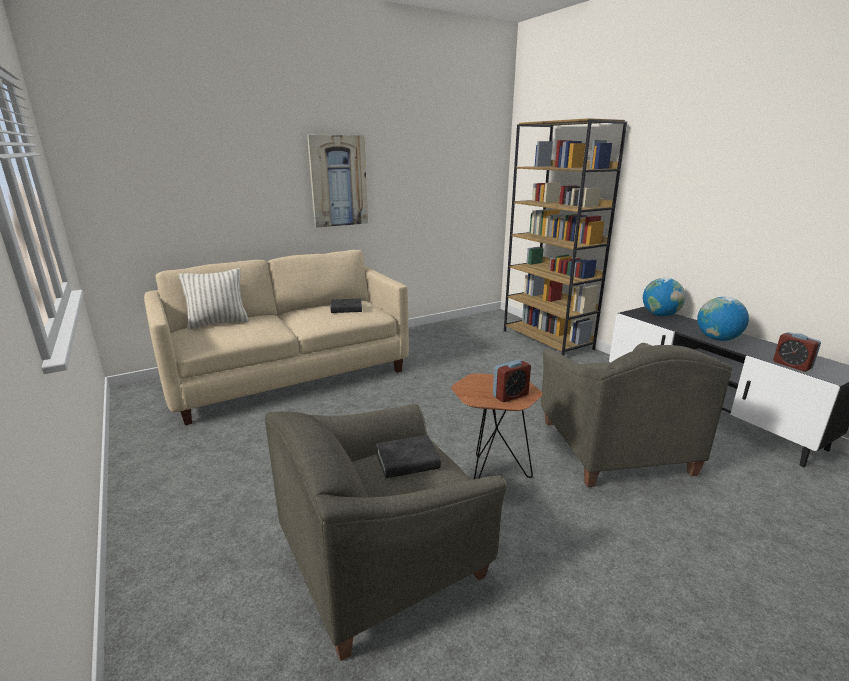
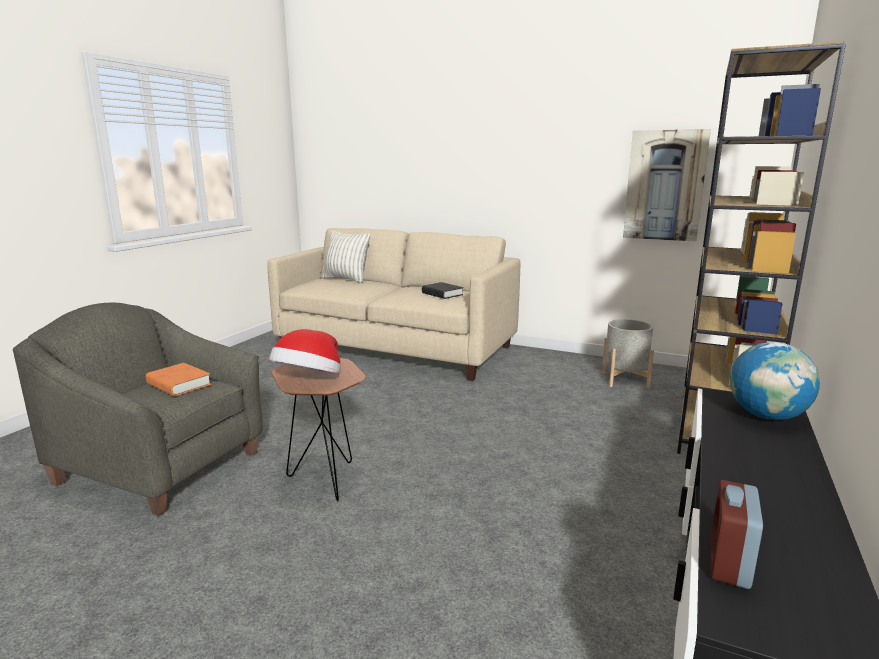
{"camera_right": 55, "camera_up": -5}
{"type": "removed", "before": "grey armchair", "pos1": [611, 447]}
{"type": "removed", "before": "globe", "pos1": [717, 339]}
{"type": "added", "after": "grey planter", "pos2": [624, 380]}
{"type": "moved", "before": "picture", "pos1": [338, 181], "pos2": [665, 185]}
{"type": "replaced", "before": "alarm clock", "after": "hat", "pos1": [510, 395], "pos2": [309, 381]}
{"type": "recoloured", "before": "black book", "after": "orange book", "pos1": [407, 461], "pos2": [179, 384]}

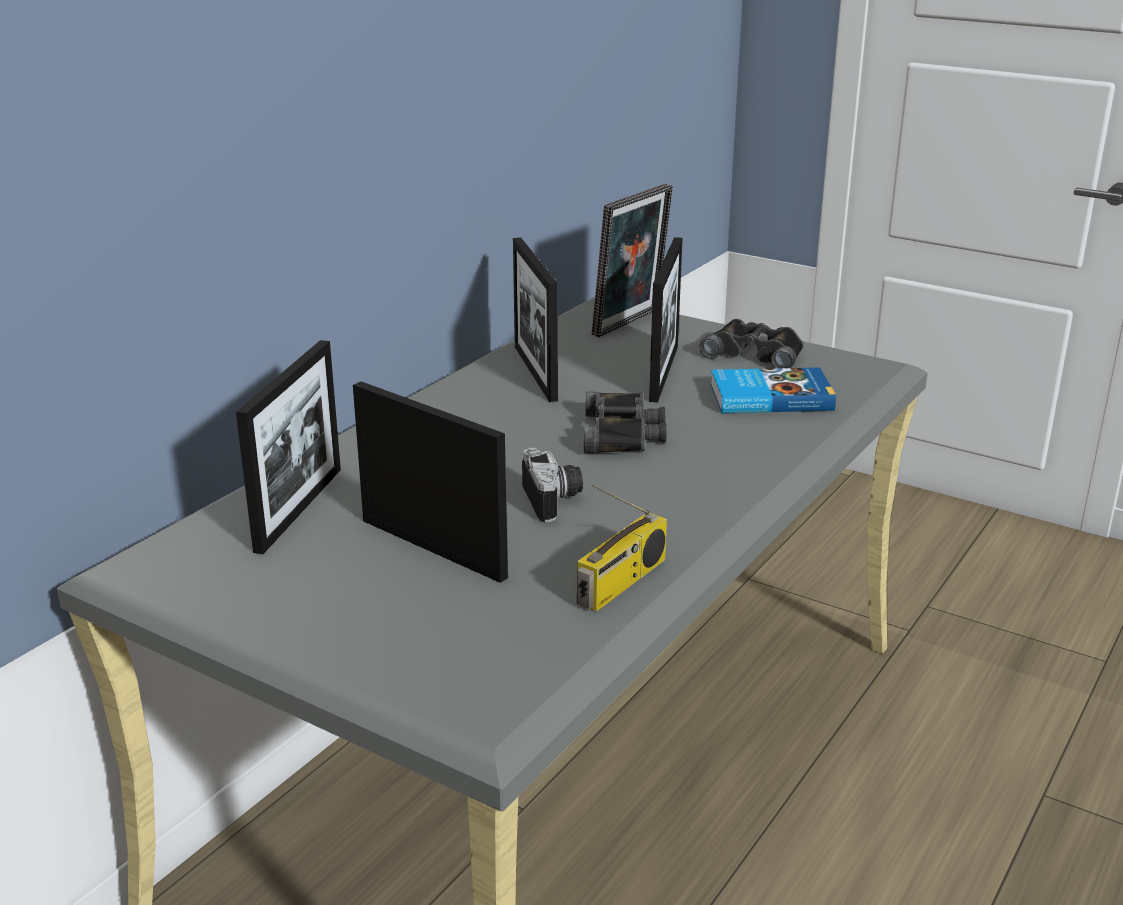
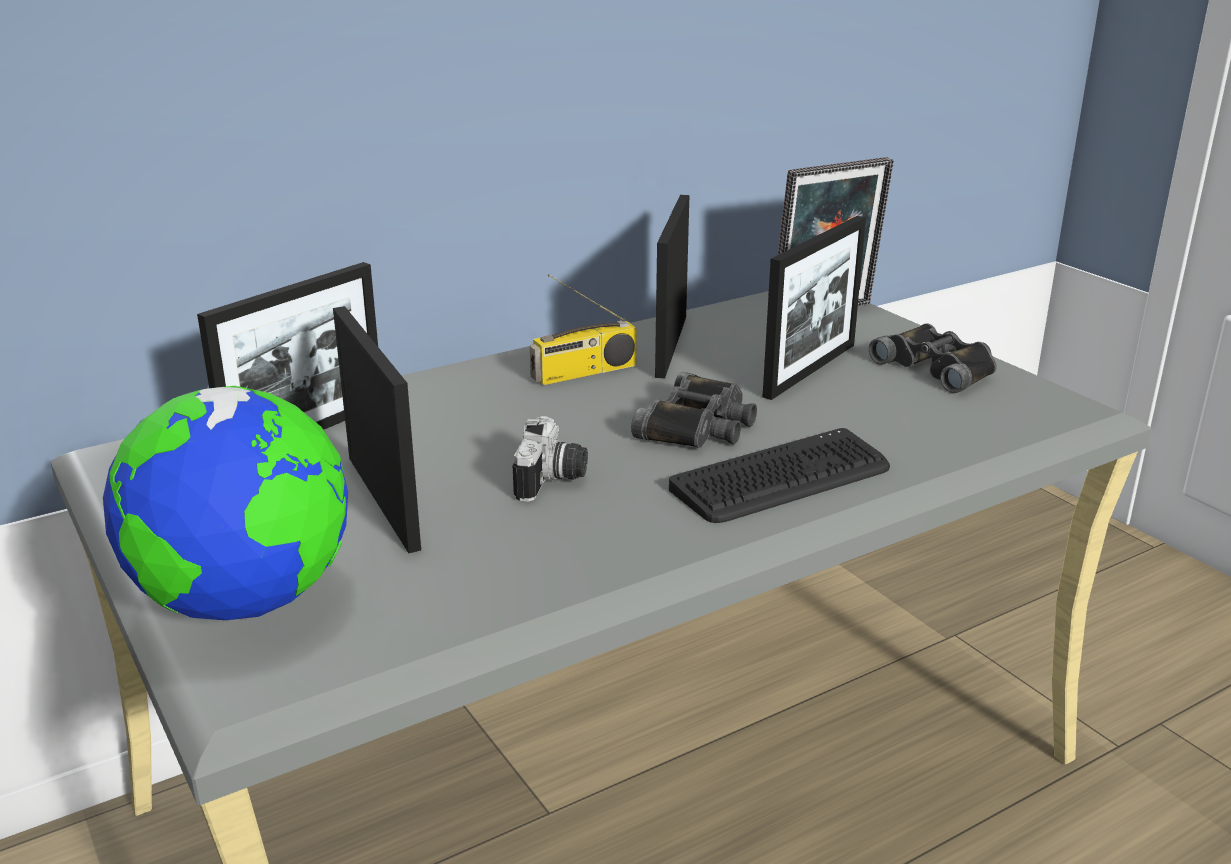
{"camera_right": 25, "camera_up": 0}
{"type": "removed", "before": "book", "pos1": [769, 397]}
{"type": "added", "after": "globe", "pos2": [246, 602]}
{"type": "added", "after": "keyboard", "pos2": [782, 479]}
{"type": "moved", "before": "radio", "pos1": [622, 583], "pos2": [584, 373]}

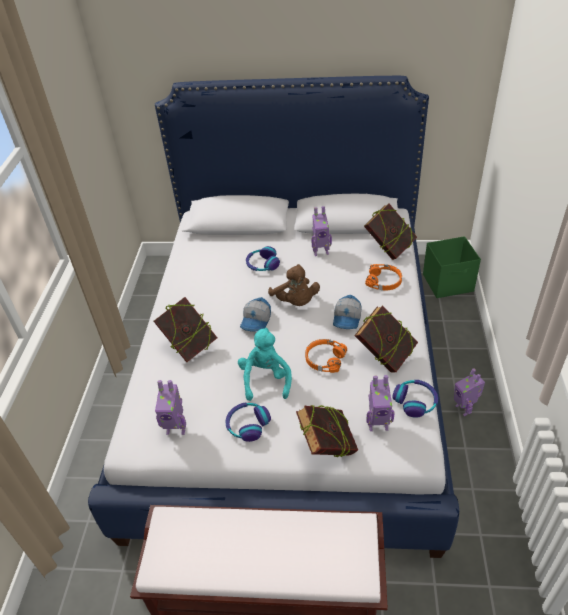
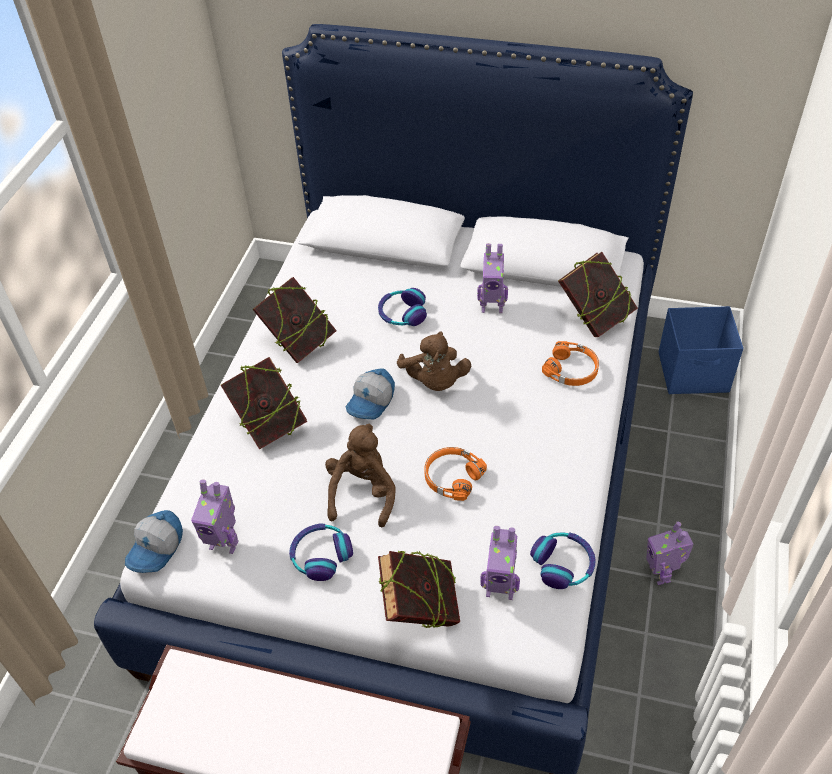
{"camera_right": 10, "camera_up": 5}
{"type": "moved", "before": "cap", "pos1": [347, 318], "pos2": [157, 548]}
{"type": "moved", "before": "book", "pos1": [385, 357], "pos2": [299, 344]}
{"type": "recoloured", "before": "turquoise plush toy", "after": "brown plush toy", "pos1": [266, 379], "pos2": [362, 493]}
{"type": "recoloured", "before": "green storage box", "after": "blue storage box", "pos1": [448, 283], "pos2": [694, 373]}

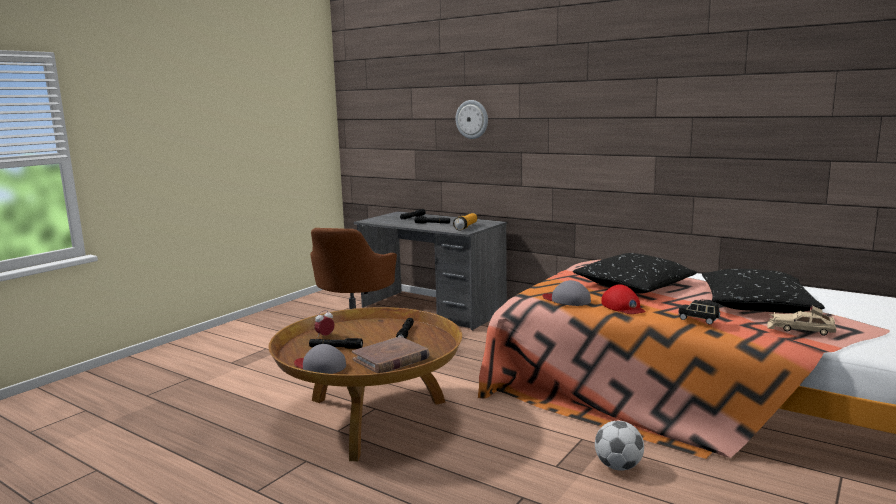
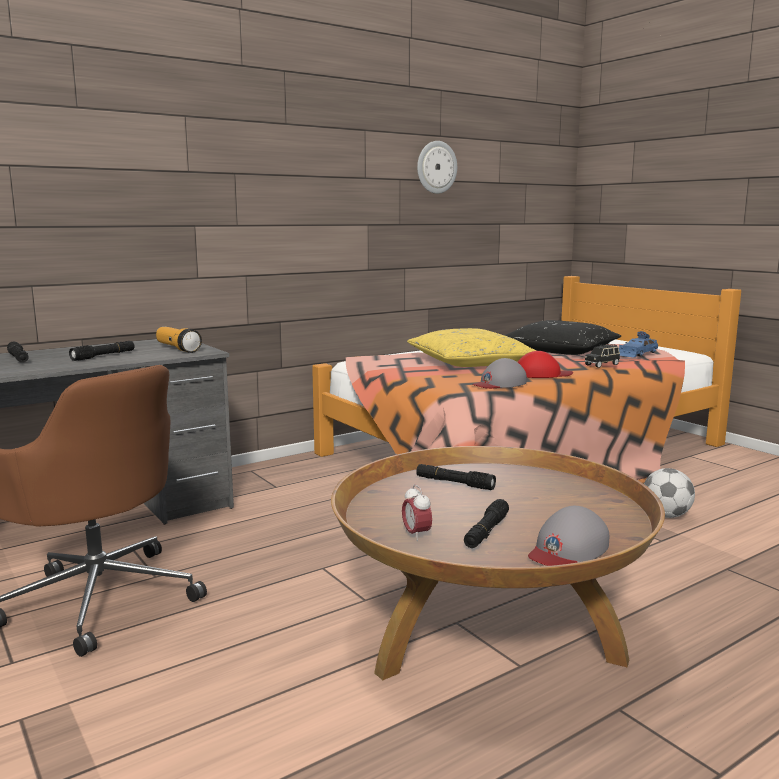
{"camera_right": -70, "camera_up": 0}
{"type": "removed", "before": "brown book", "pos1": [391, 359]}
{"type": "moved", "before": "wall clock", "pos1": [472, 119], "pos2": [436, 167]}
{"type": "recoloured", "before": "black pillow", "after": "yellow pillow", "pos1": [634, 285], "pos2": [469, 362]}
{"type": "recoloured", "before": "beige toy car", "after": "blue toy car", "pos1": [800, 329], "pos2": [637, 353]}

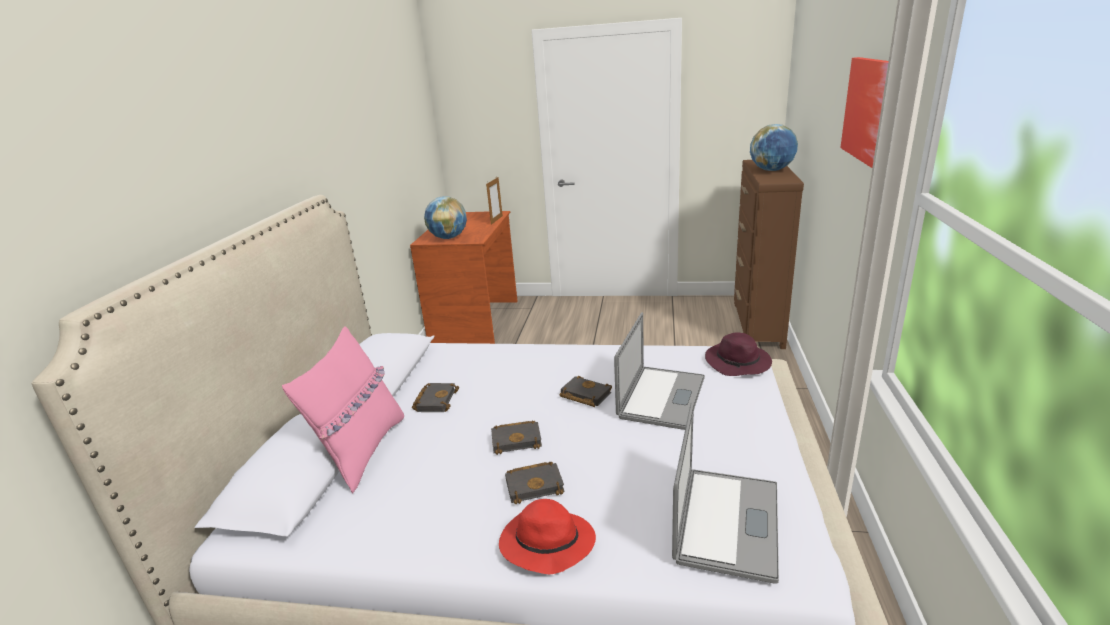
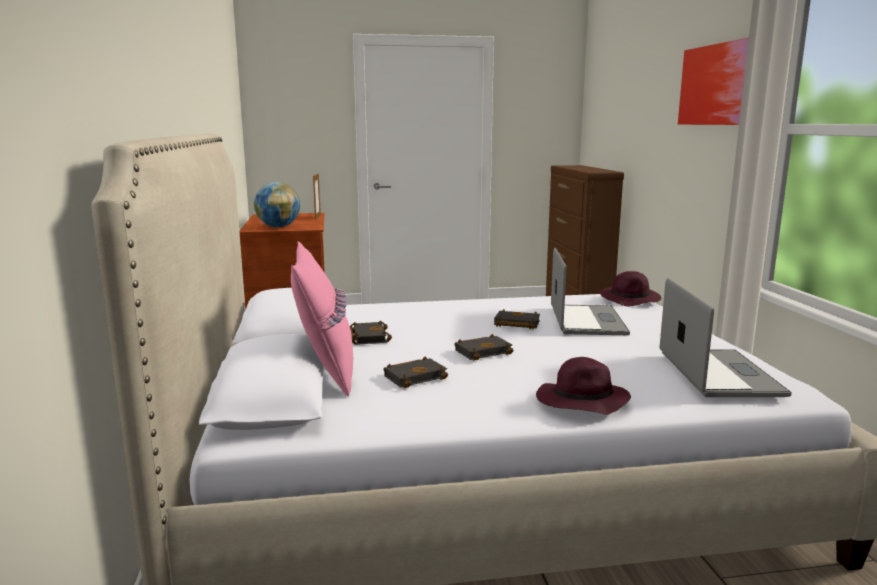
{"camera_right": -20, "camera_up": -10}
{"type": "removed", "before": "globe", "pos1": [772, 170]}
{"type": "moved", "before": "black book", "pos1": [535, 485], "pos2": [415, 376]}
{"type": "recoloured", "before": "red hat", "after": "purple hat", "pos1": [545, 544], "pos2": [581, 402]}

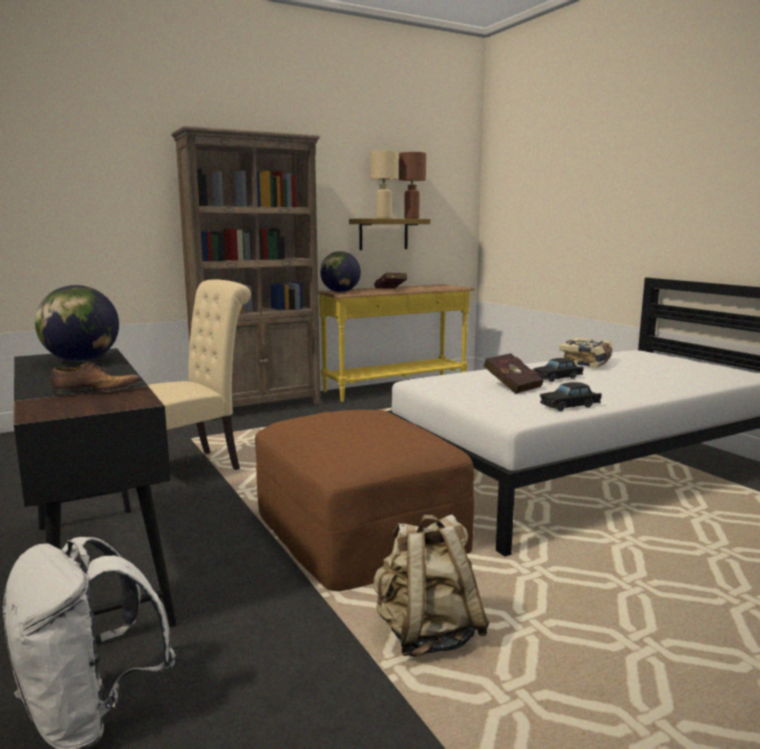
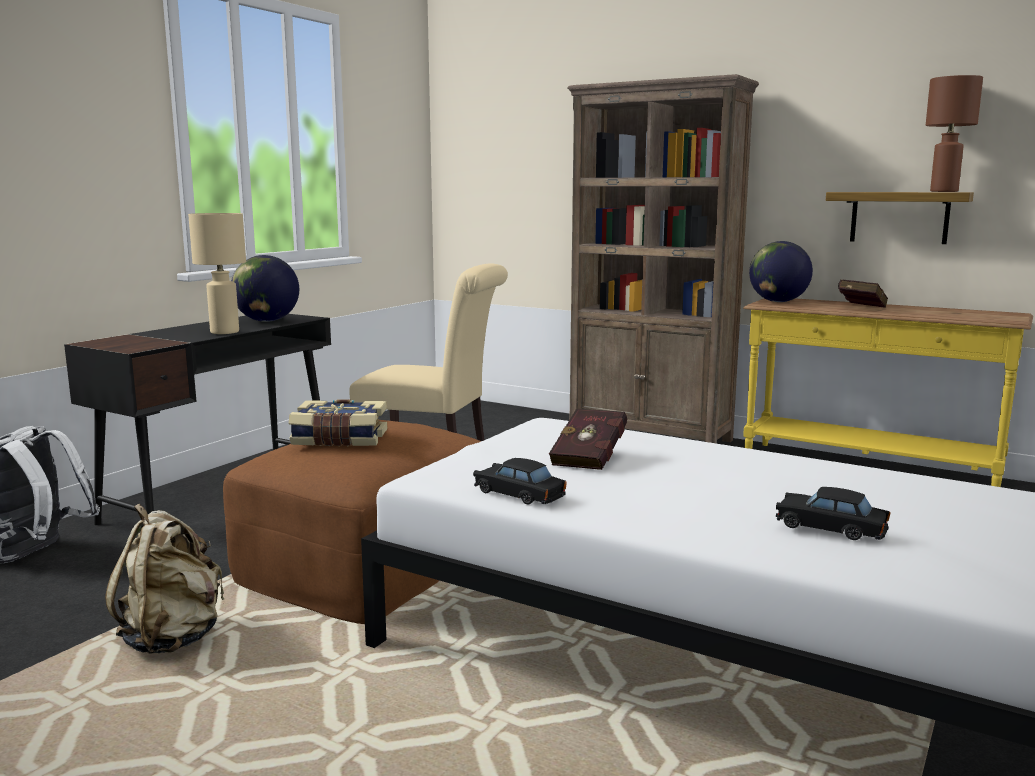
{"camera_right": 60, "camera_up": 0}
{"type": "removed", "before": "shoe", "pos1": [96, 391]}
{"type": "moved", "before": "beige table lamp", "pos1": [384, 218], "pos2": [225, 332]}
{"type": "moved", "before": "black toy car", "pos1": [558, 378], "pos2": [830, 528]}
{"type": "moved", "before": "book", "pos1": [586, 363], "pos2": [339, 440]}

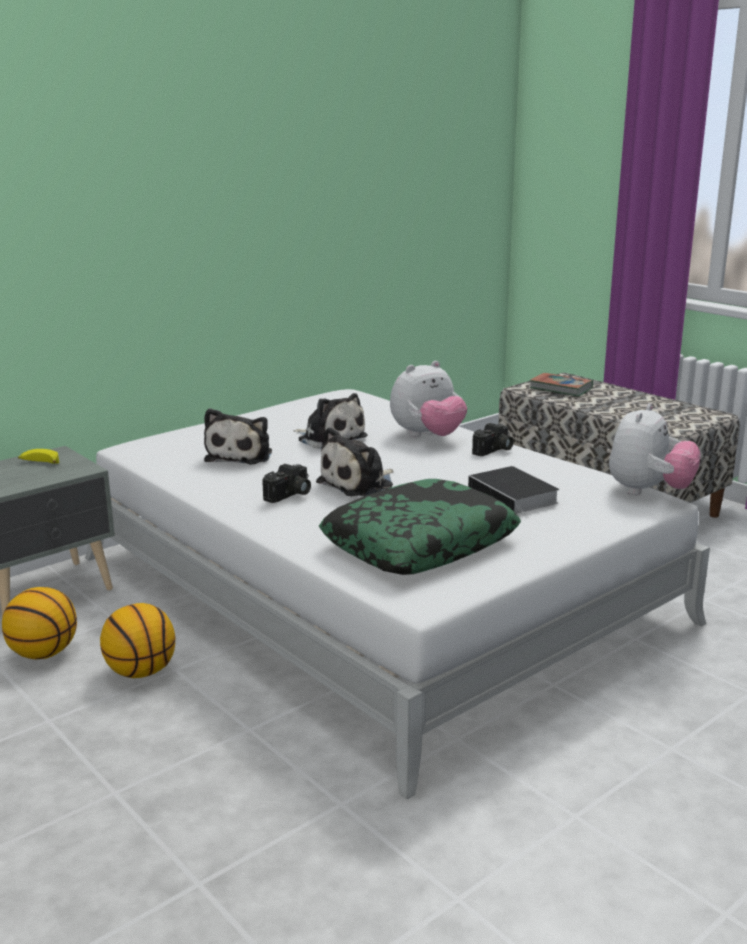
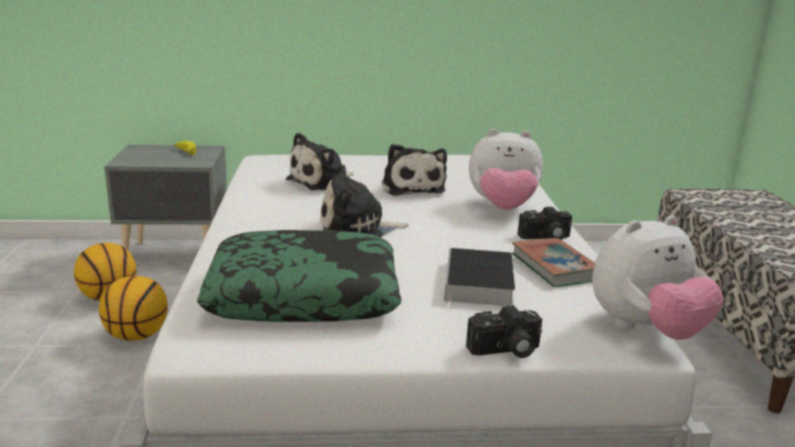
{"camera_right": 35, "camera_up": 0}
{"type": "moved", "before": "photo camera", "pos1": [290, 495], "pos2": [505, 350]}
{"type": "moved", "before": "book", "pos1": [561, 388], "pos2": [555, 267]}

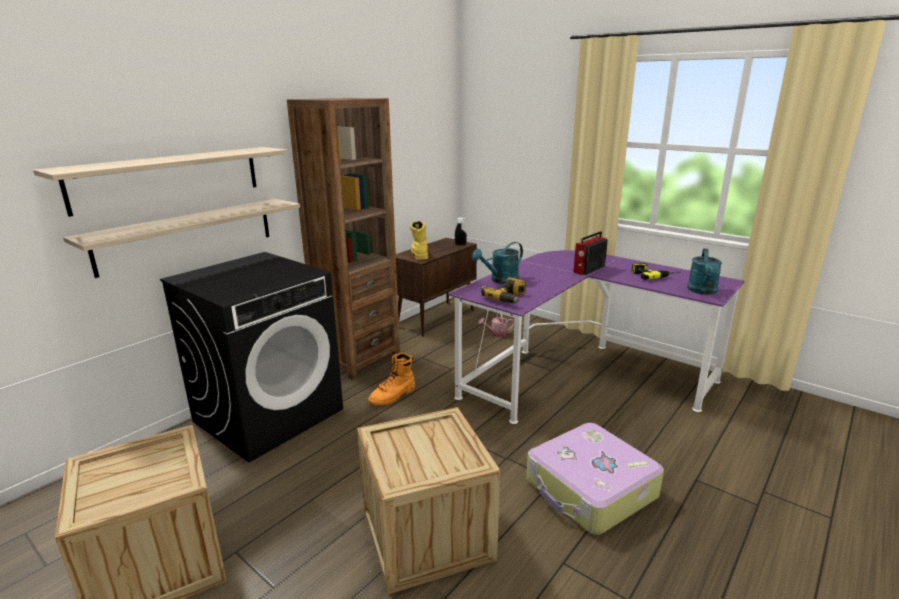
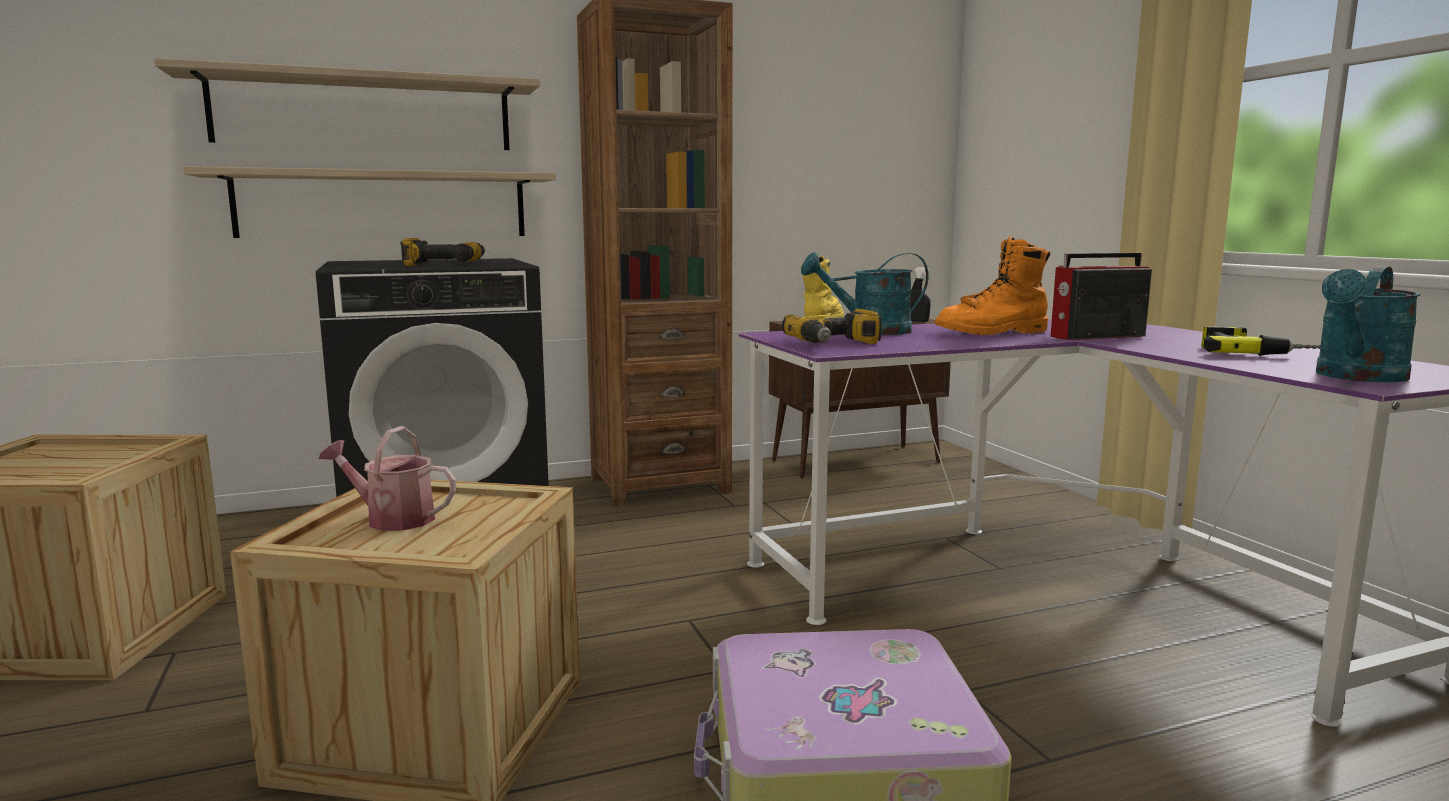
{"camera_right": 30, "camera_up": -10}
{"type": "added", "after": "power drill", "pos2": [446, 264]}
{"type": "moved", "before": "orange boot", "pos1": [393, 396], "pos2": [992, 333]}
{"type": "moved", "before": "watering can", "pos1": [496, 334], "pos2": [392, 519]}

